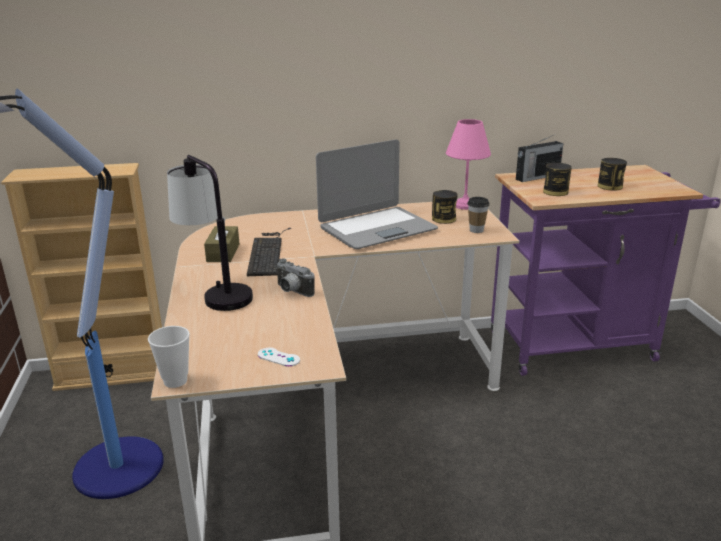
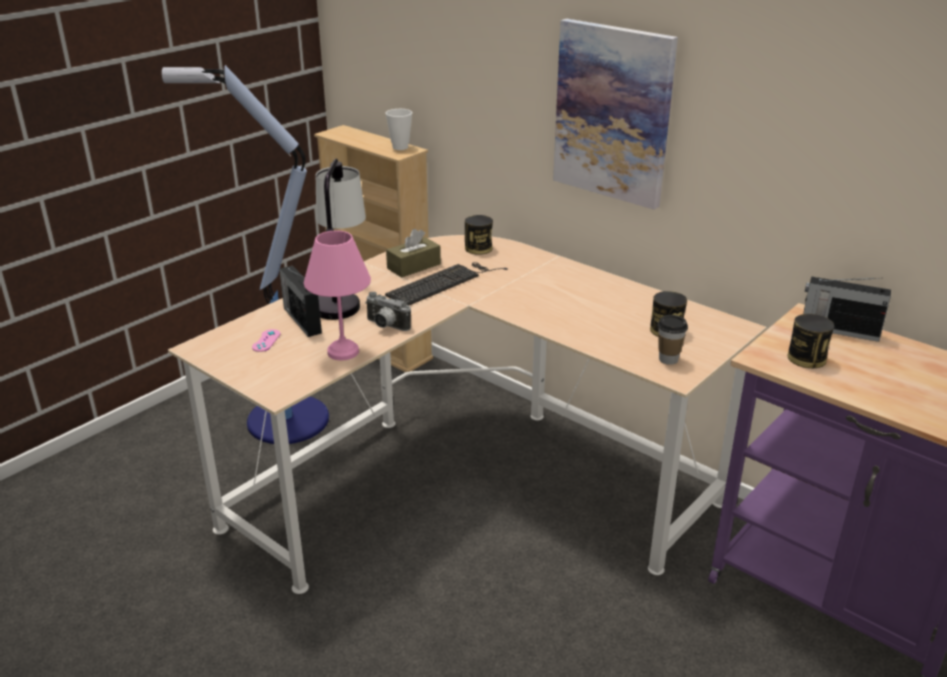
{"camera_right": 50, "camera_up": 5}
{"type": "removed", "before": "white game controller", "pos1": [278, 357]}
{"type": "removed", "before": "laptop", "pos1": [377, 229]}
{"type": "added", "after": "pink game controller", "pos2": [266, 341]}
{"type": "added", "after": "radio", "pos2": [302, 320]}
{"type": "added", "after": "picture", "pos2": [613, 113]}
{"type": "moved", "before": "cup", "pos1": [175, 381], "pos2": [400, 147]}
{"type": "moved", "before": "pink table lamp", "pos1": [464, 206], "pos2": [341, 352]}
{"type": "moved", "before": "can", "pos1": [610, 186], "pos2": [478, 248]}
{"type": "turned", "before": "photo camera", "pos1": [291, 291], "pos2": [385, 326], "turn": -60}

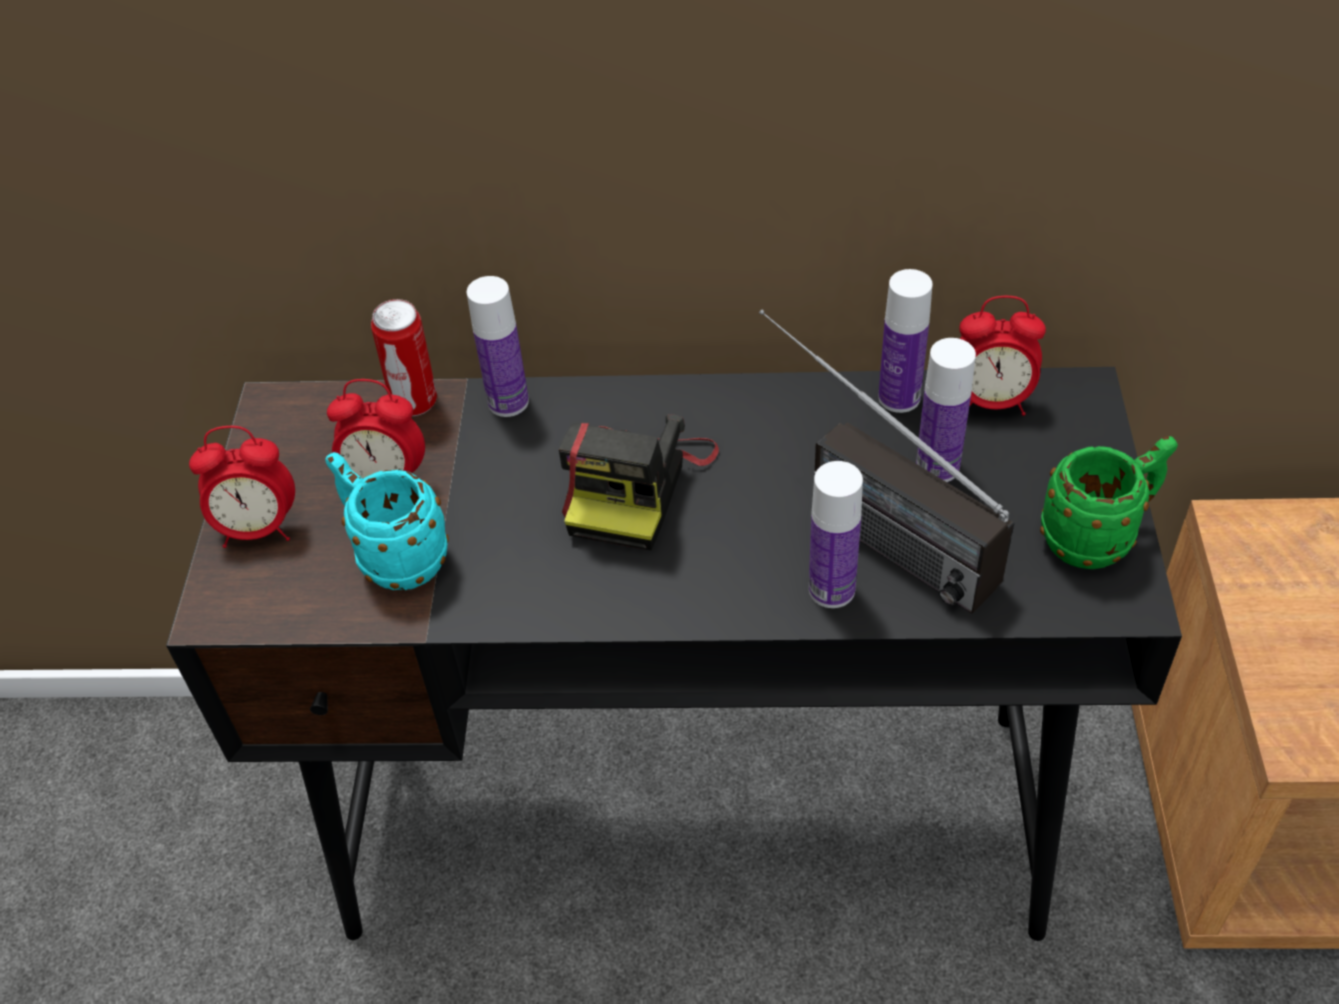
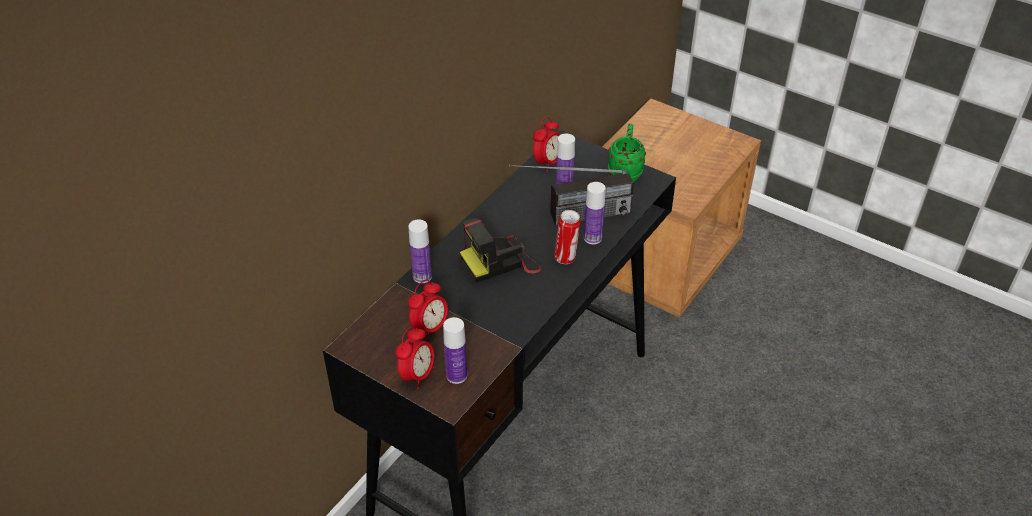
{"camera_right": -60, "camera_up": -5}
{"type": "removed", "before": "turquoise mug", "pos1": [394, 556]}
{"type": "moved", "before": "can", "pos1": [415, 403], "pos2": [566, 257]}
{"type": "moved", "before": "bottle", "pos1": [899, 397], "pos2": [456, 375]}
{"type": "turned", "before": "photo camera", "pos1": [636, 485], "pos2": [500, 261], "turn": 105}

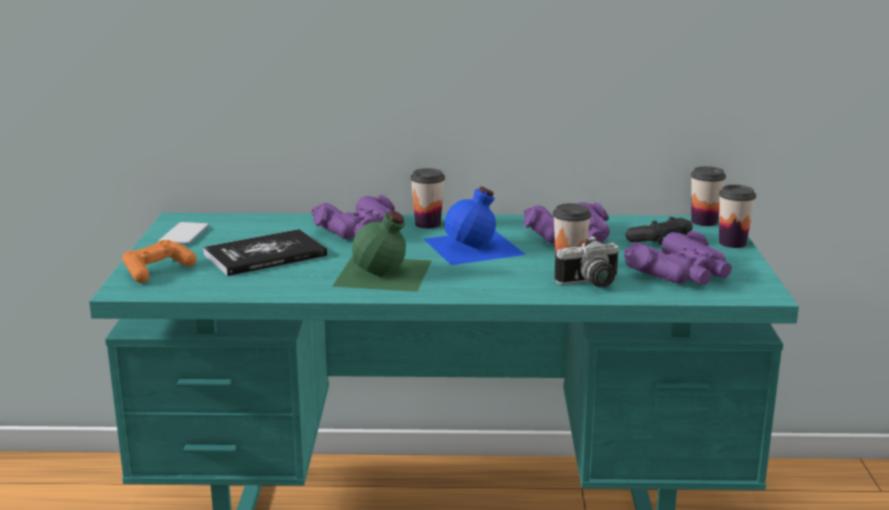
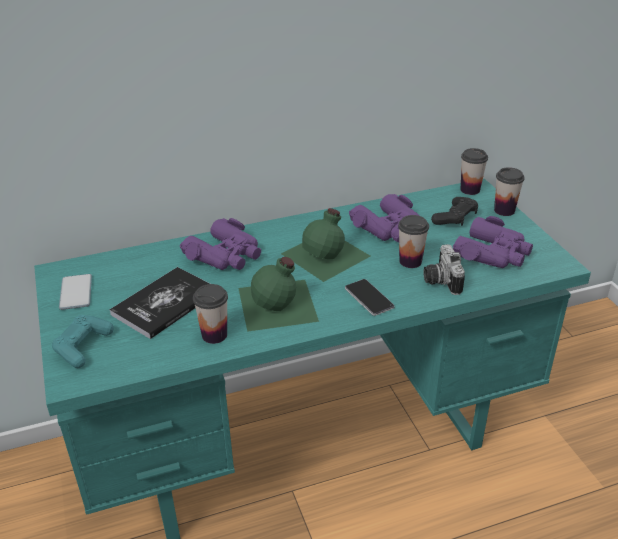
{"camera_right": -20, "camera_up": 15}
{"type": "added", "after": "phone", "pos2": [369, 298]}
{"type": "moved", "before": "cup", "pos1": [428, 224], "pos2": [214, 335]}
{"type": "recoloured", "before": "orange game controller", "after": "turquoise game controller", "pos1": [157, 270], "pos2": [83, 346]}
{"type": "recoloured", "before": "blue bottle", "after": "green bottle", "pos1": [475, 246], "pos2": [327, 254]}
{"type": "turned", "before": "photo camera", "pos1": [591, 284], "pos2": [440, 280], "turn": 120}

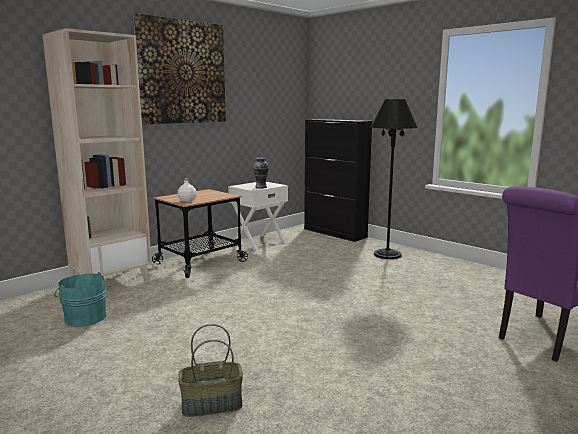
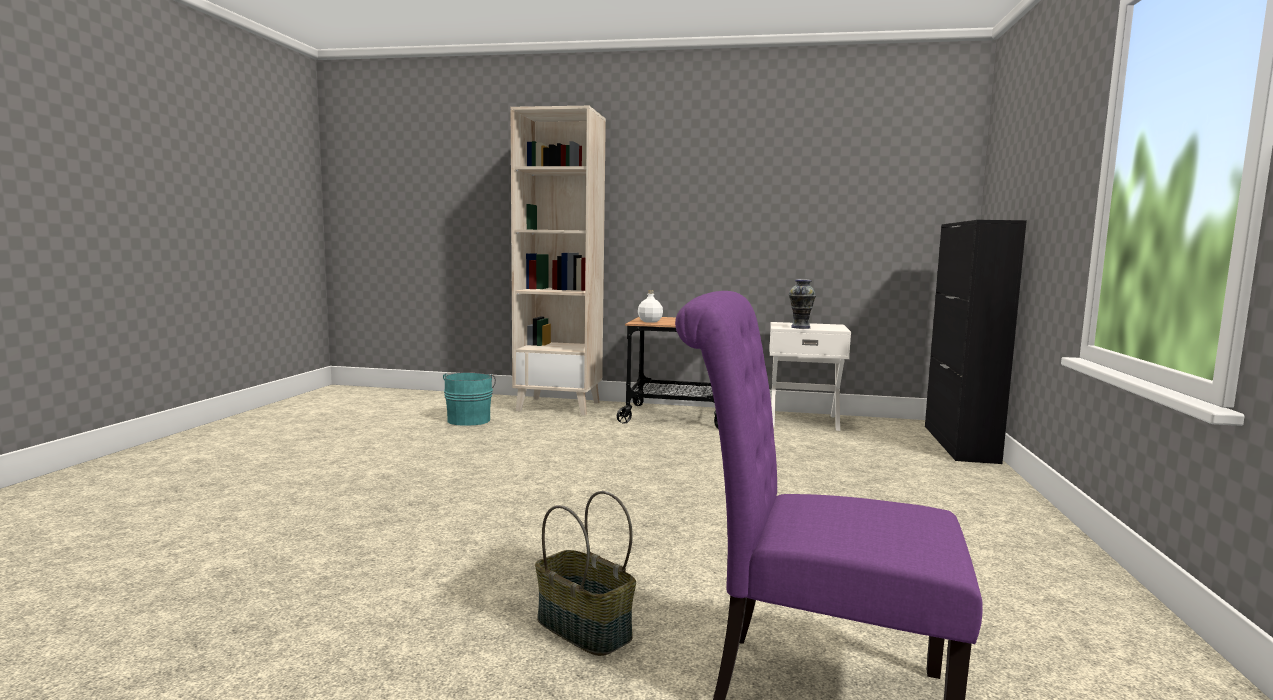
{"camera_right": 55, "camera_up": -5}
{"type": "removed", "before": "picture", "pos1": [182, 72]}
{"type": "removed", "before": "black floor lamp", "pos1": [387, 254]}
{"type": "moved", "before": "basket", "pos1": [211, 405], "pos2": [582, 629]}

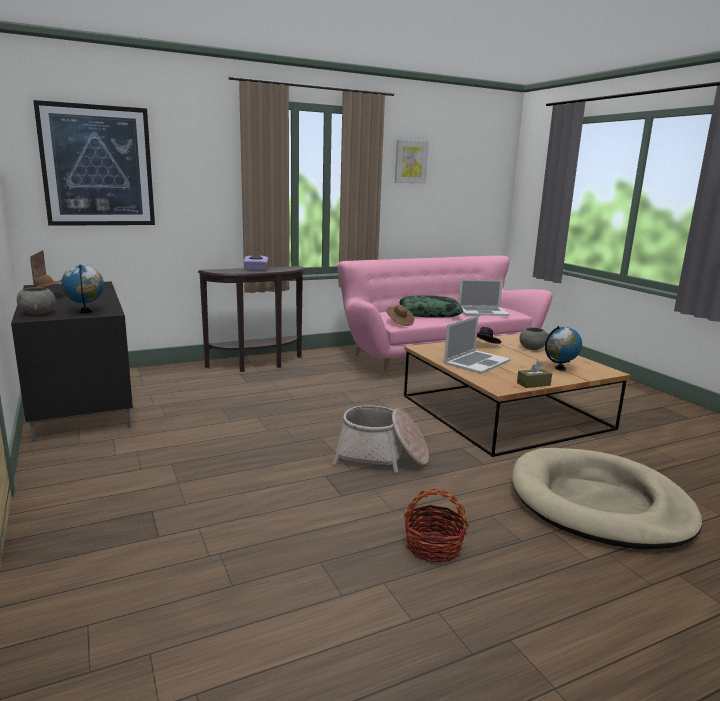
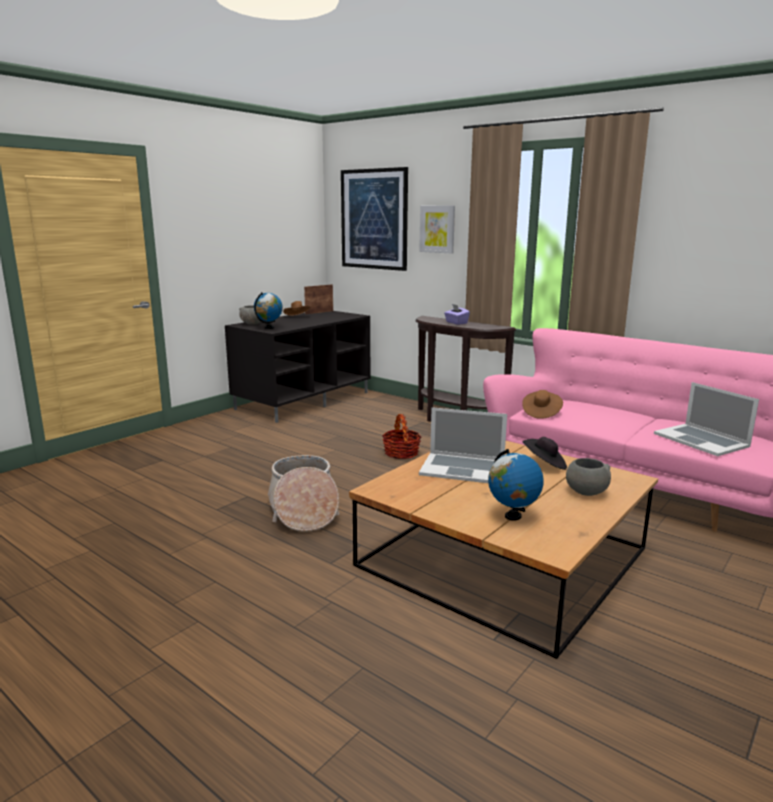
{"camera_right": 65, "camera_up": 0}
{"type": "removed", "before": "pillow", "pos1": [429, 313]}
{"type": "removed", "before": "beige dog bed", "pos1": [599, 504]}
{"type": "removed", "before": "brown tissue box", "pos1": [533, 384]}
{"type": "moved", "before": "picture", "pos1": [411, 162], "pos2": [437, 229]}
{"type": "moved", "before": "basket", "pos1": [433, 547], "pos2": [401, 453]}

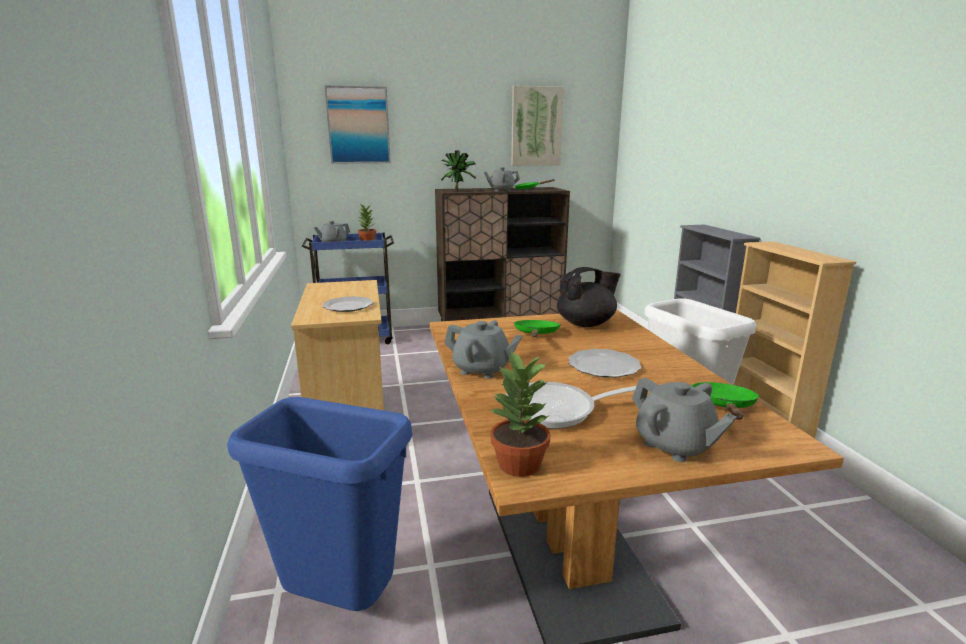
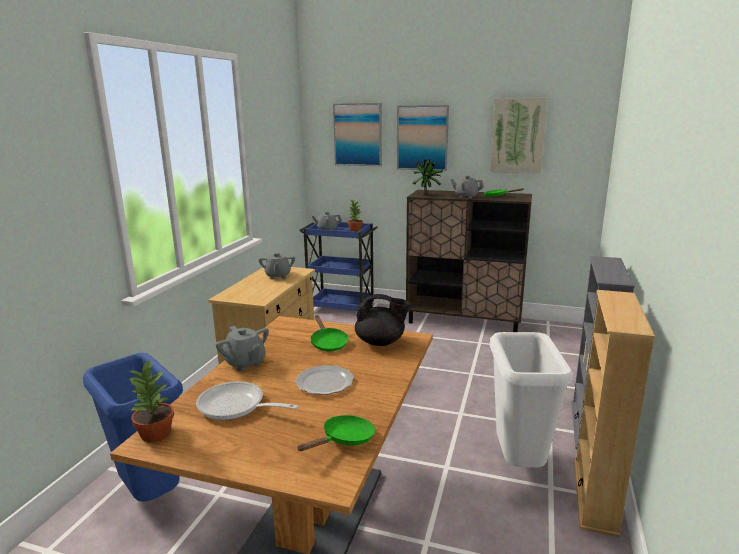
{"camera_right": 30, "camera_up": 0}
{"type": "removed", "before": "plate", "pos1": [348, 306]}
{"type": "added", "after": "picture", "pos2": [422, 138]}
{"type": "moved", "before": "grey teapot", "pos1": [674, 445], "pos2": [277, 276]}
{"type": "turned", "before": "green frying pan", "pos1": [536, 334], "pos2": [328, 343], "turn": 120}

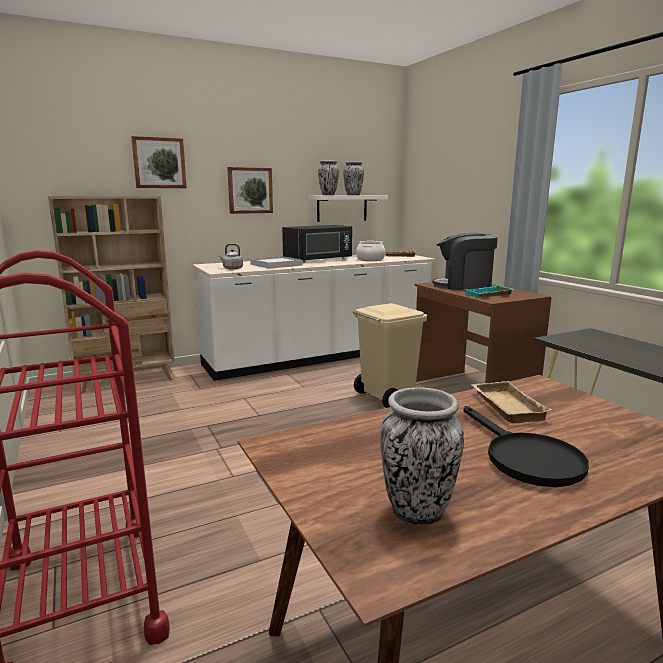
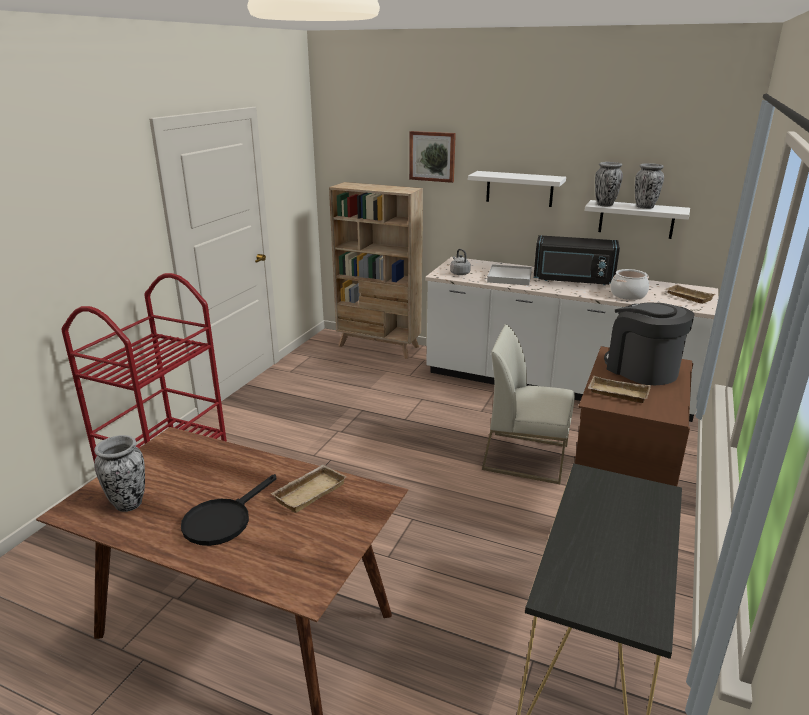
{"camera_right": 50, "camera_up": 10}
{"type": "replaced", "before": "picture", "after": "white shelf", "pos1": [250, 190], "pos2": [519, 189]}
{"type": "replaced", "before": "beige trash can", "after": "white chair", "pos1": [386, 397], "pos2": [526, 457]}
{"type": "recoloured", "before": "turquoise tray", "after": "beige tray", "pos1": [489, 295], "pos2": [617, 394]}

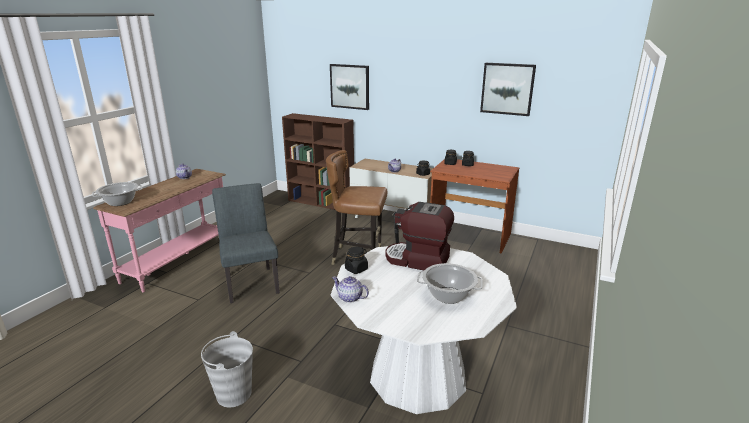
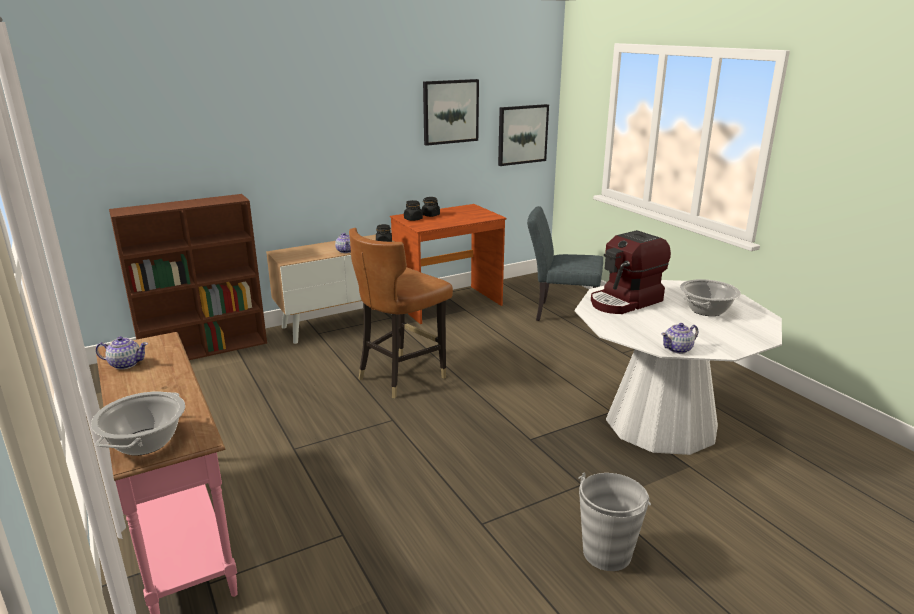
{"camera_right": -55, "camera_up": 0}
{"type": "removed", "before": "black jar", "pos1": [356, 269]}
{"type": "moved", "before": "grey chair", "pos1": [251, 281], "pos2": [561, 313]}
{"type": "moved", "before": "picture", "pos1": [350, 86], "pos2": [522, 134]}

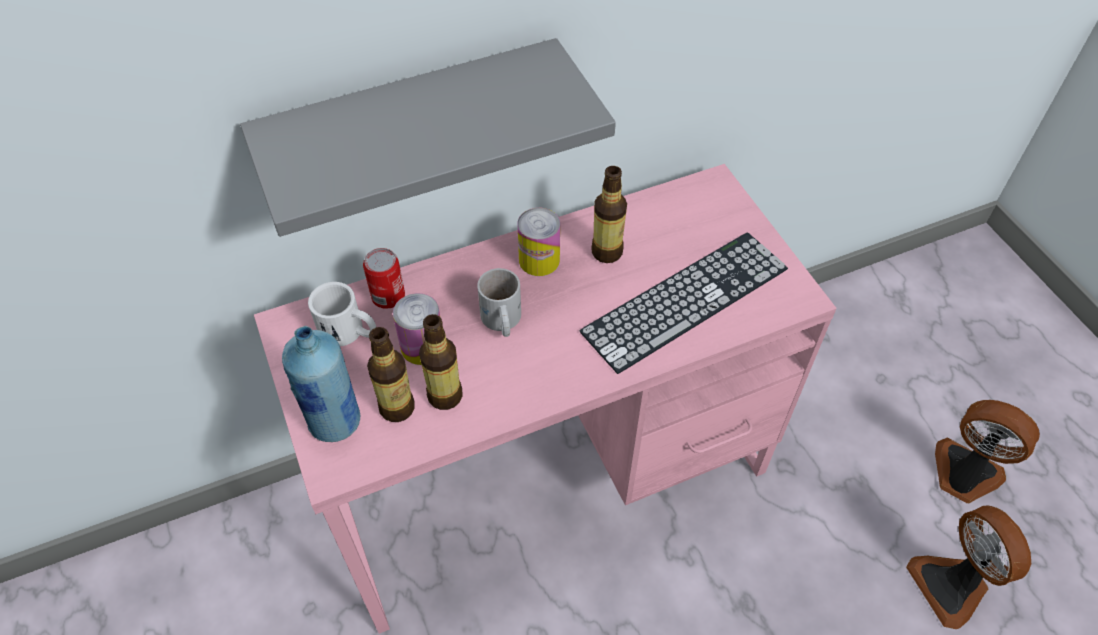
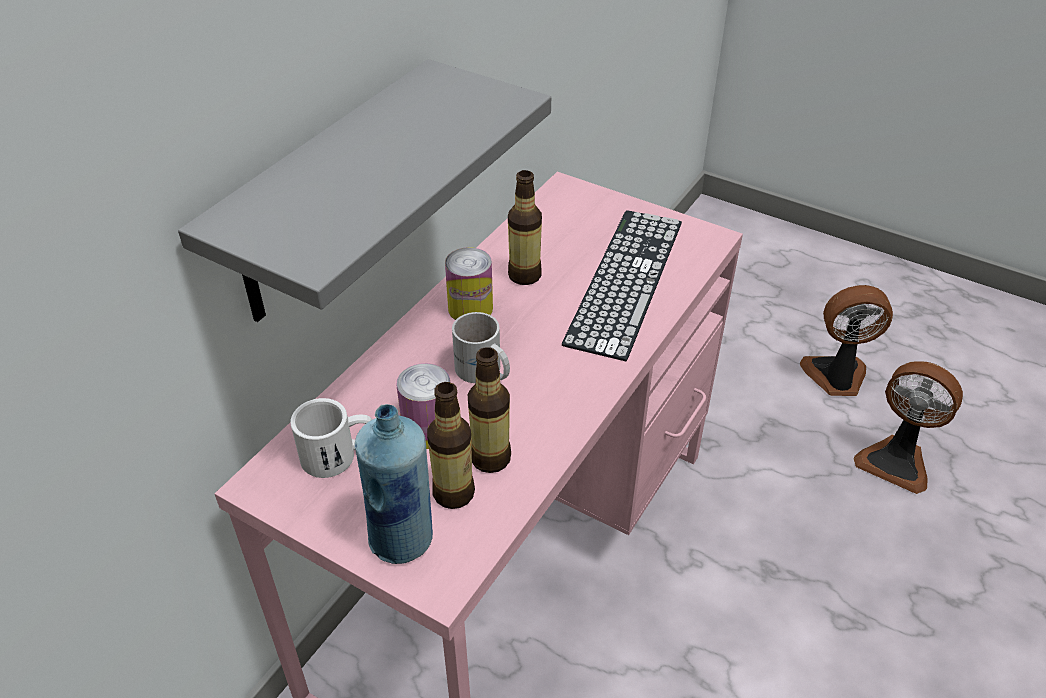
{"camera_right": -35, "camera_up": -10}
{"type": "removed", "before": "can", "pos1": [388, 296]}

